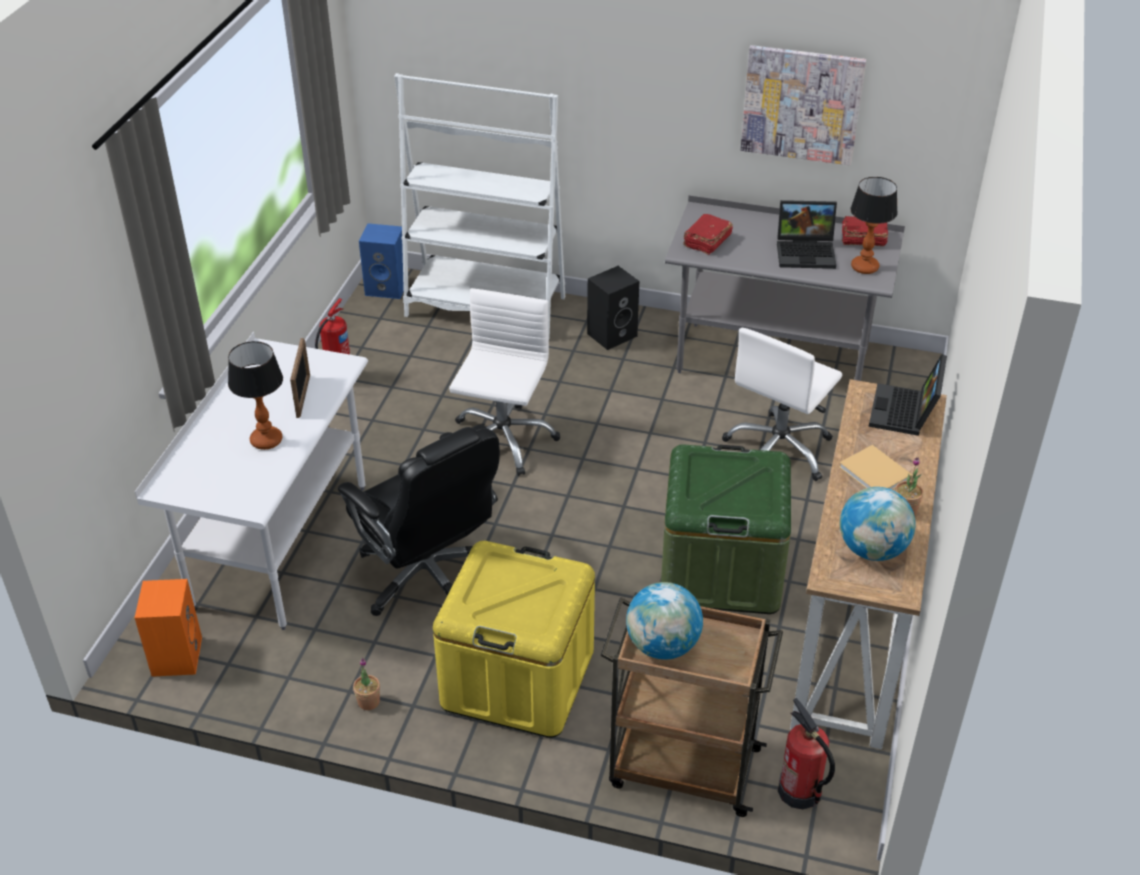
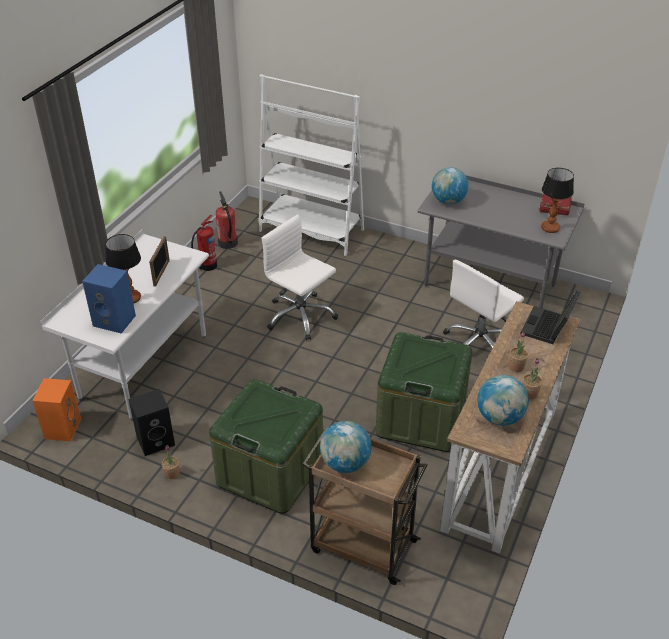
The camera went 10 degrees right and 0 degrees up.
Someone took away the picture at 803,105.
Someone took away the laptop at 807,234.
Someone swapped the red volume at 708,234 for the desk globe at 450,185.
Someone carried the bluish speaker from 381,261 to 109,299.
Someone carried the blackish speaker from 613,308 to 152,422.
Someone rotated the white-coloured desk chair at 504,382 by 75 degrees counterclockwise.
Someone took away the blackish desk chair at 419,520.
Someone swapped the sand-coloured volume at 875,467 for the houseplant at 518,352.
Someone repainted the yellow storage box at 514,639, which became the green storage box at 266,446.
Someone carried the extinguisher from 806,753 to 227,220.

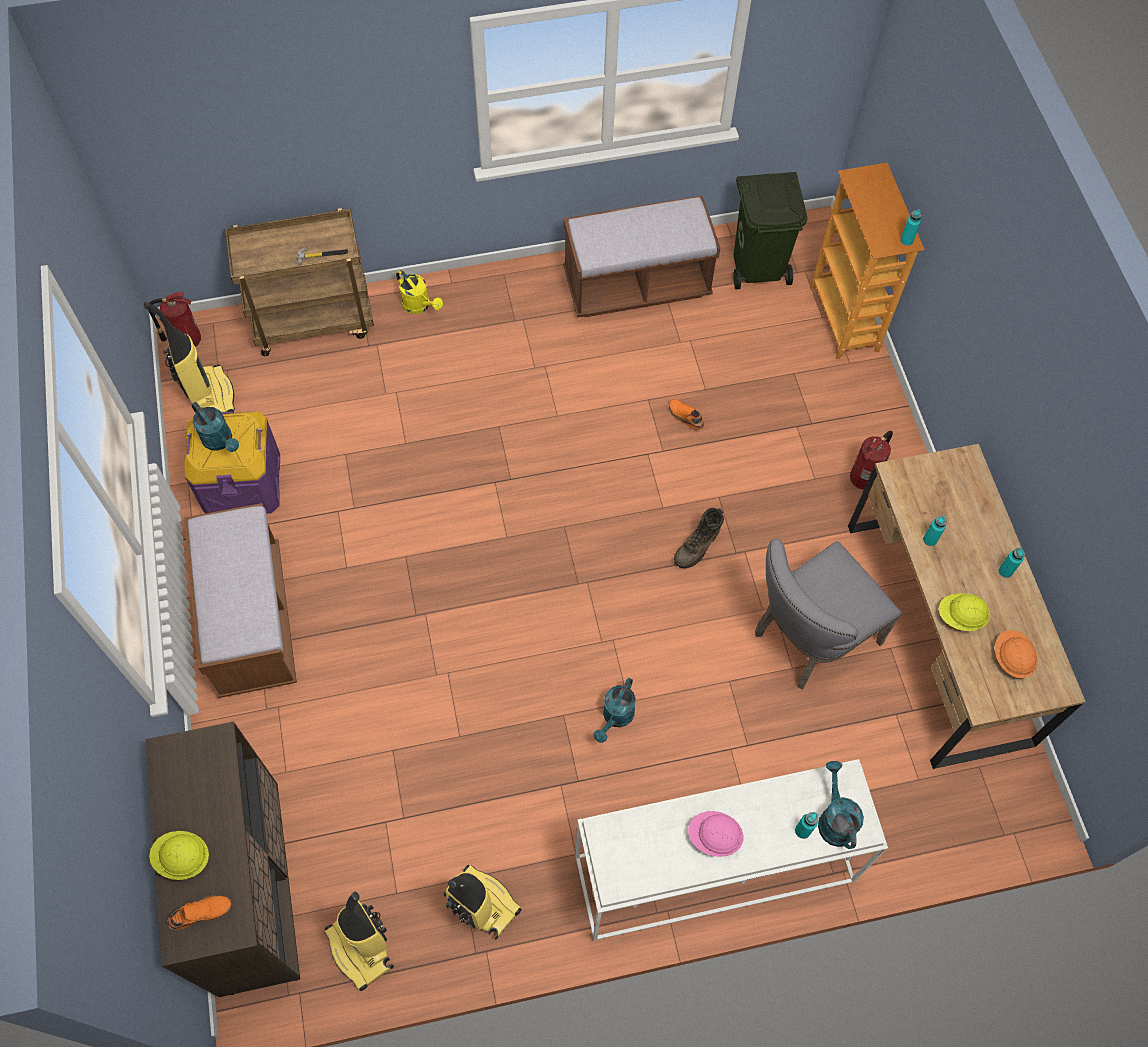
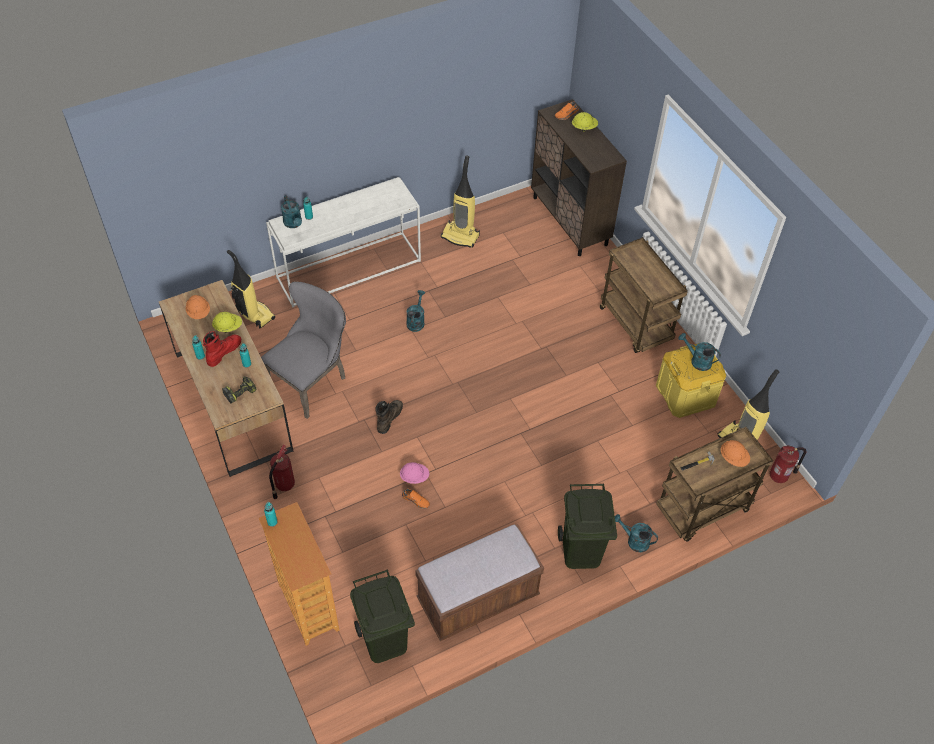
The camera went 165 degrees right and 10 degrees down.
Someone repainted the yellow sprinkling can at 419,292, which became the blue-green sprinkling can at 636,533.
Someone repainted the purple-coloured storage box at 232,462, which became the yellow storage box at 691,380.
Someone swapped the brown long seat at 240,600 for the brown wheeled cart at 644,295.
Someone carried the pink-coloured hard hat from 716,834 to 415,473.
Someone carried the vacuum from 359,941 to 251,289.
Someone put down the red tall boot at 222,349.
Someone put down the power drill at 239,390.
Someone put down the orange hard hat at 735,453.
Someone put down the green rubbish bin at 587,526.

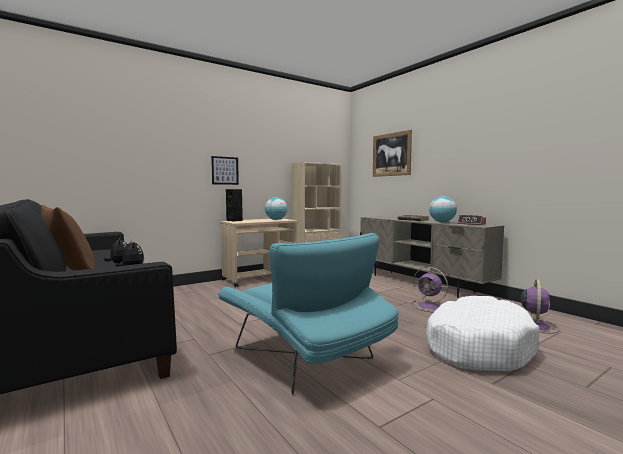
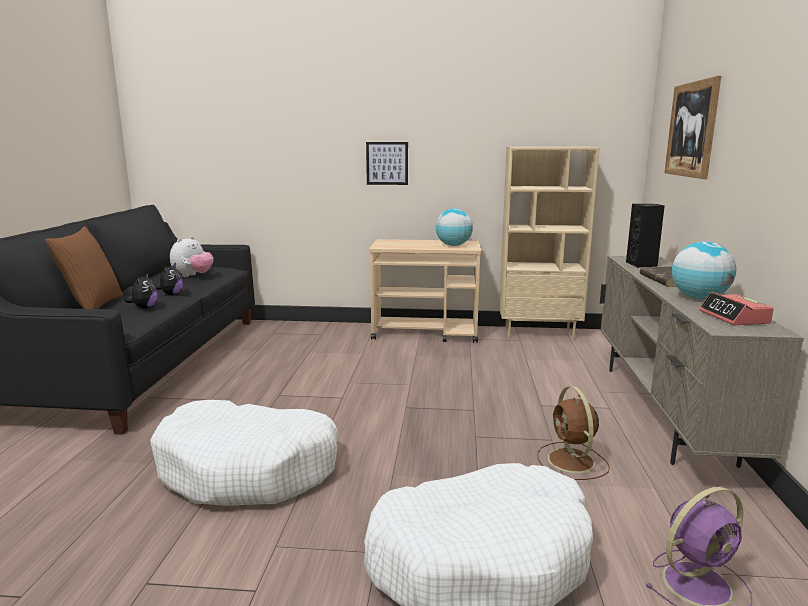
The camera went 40 degrees right and 10 degrees up.
Someone carried the blackish speaker from 234,205 to 645,236.
Someone swapped the blue-green lounge chair at 308,313 for the white-coloured pet bed at 244,453.
Someone repainted the purple-coloured cooling fan at 429,290, which became the brown cooling fan at 573,433.
Someone put down the plush toy at 192,256.

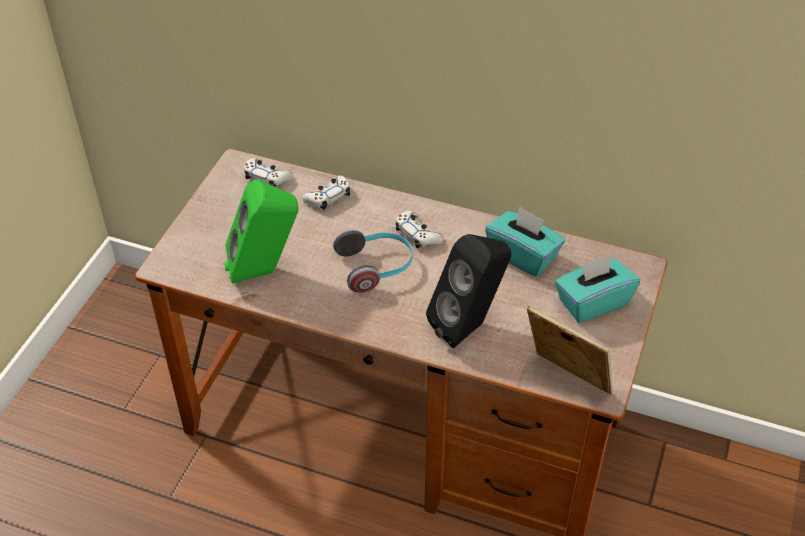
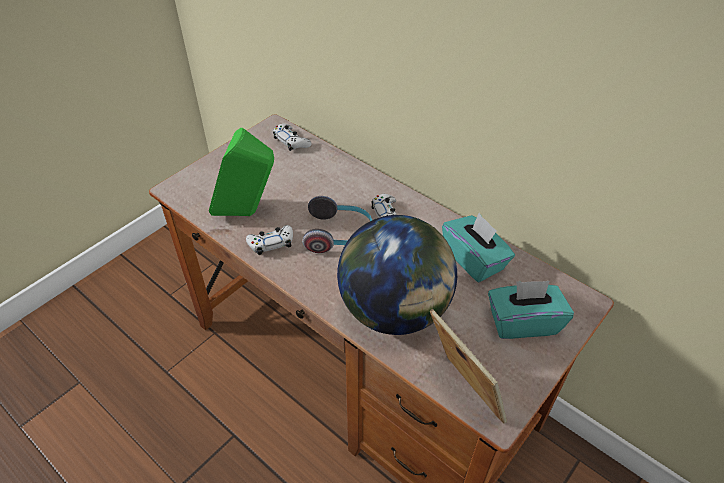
The camera went 20 degrees right and 0 degrees up.
Someone carried the white-coloured gamepad from 326,193 to 269,240.
Someone swapped the blackish speaker at 468,291 for the desk globe at 397,275.

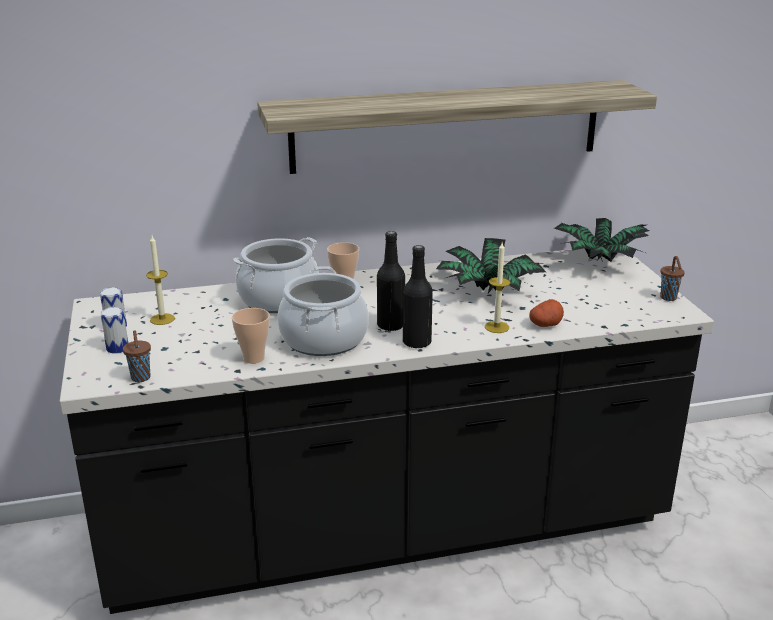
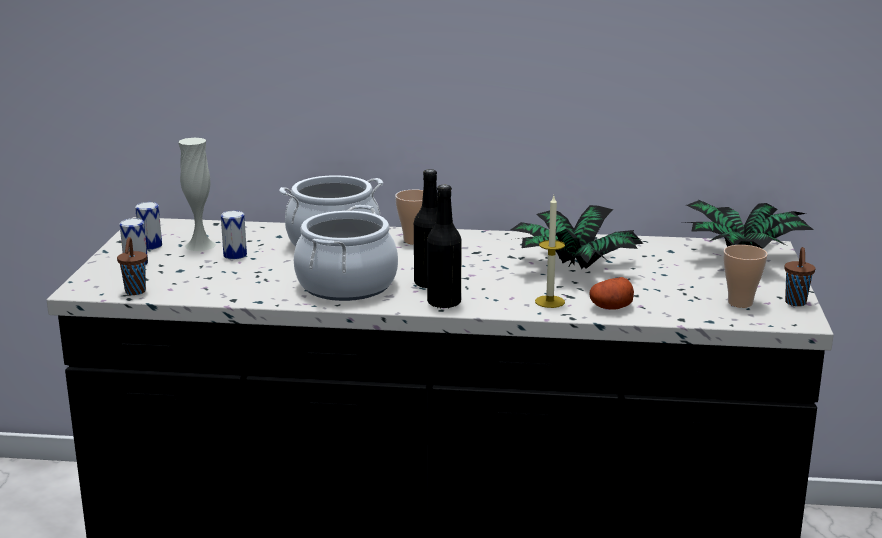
The camera went 20 degrees right and 5 degrees down.
Someone took away the wall shelf at 457,127.
Someone swapped the wax light at 160,280 for the white-coloured decorative vase at 197,194.
Someone carried the small cup from 251,336 to 745,276.
Someone put down the sealed can at 234,234.

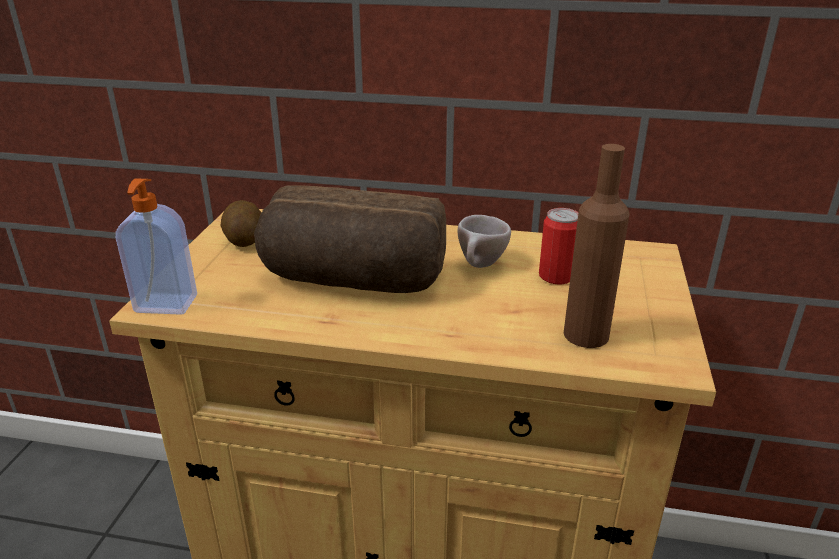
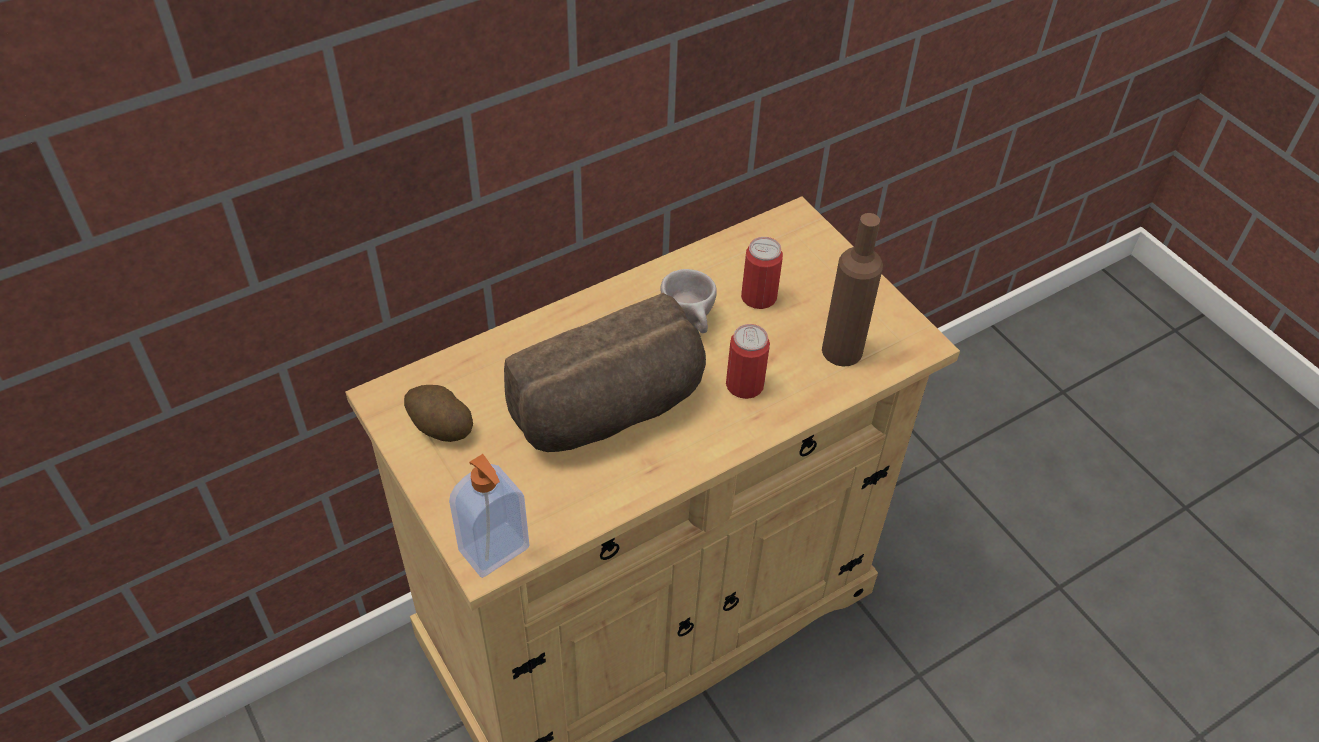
The camera went 45 degrees left and 20 degrees up.
Someone put down the sealed can at 748,361.

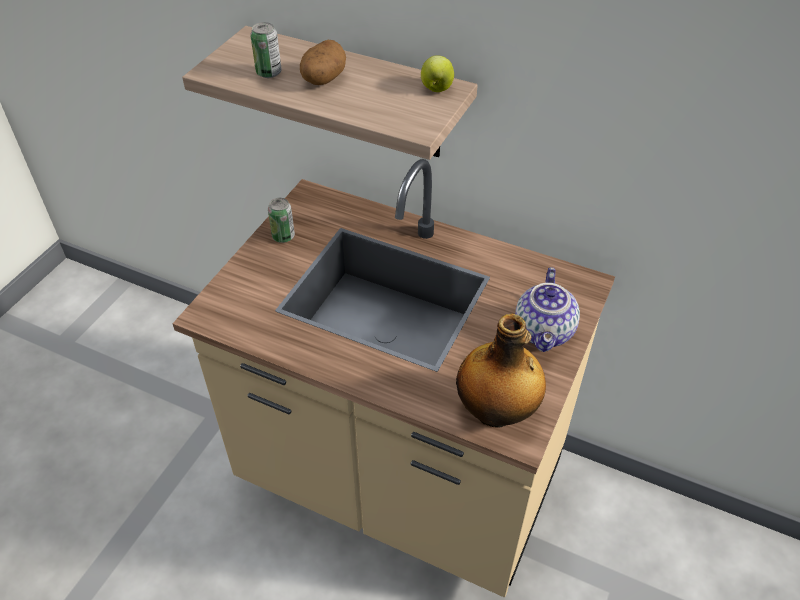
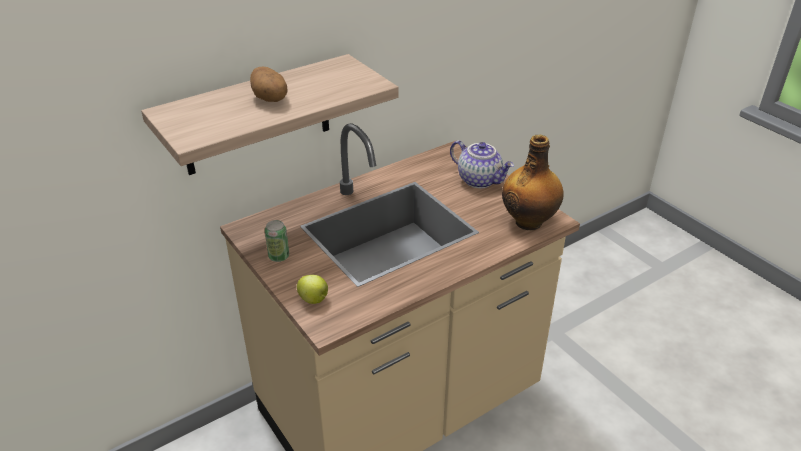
The camera went 60 degrees left and 10 degrees down.
Someone took away the sealed can at 266,50.
Someone carried the apple fruit from 437,74 to 312,289.

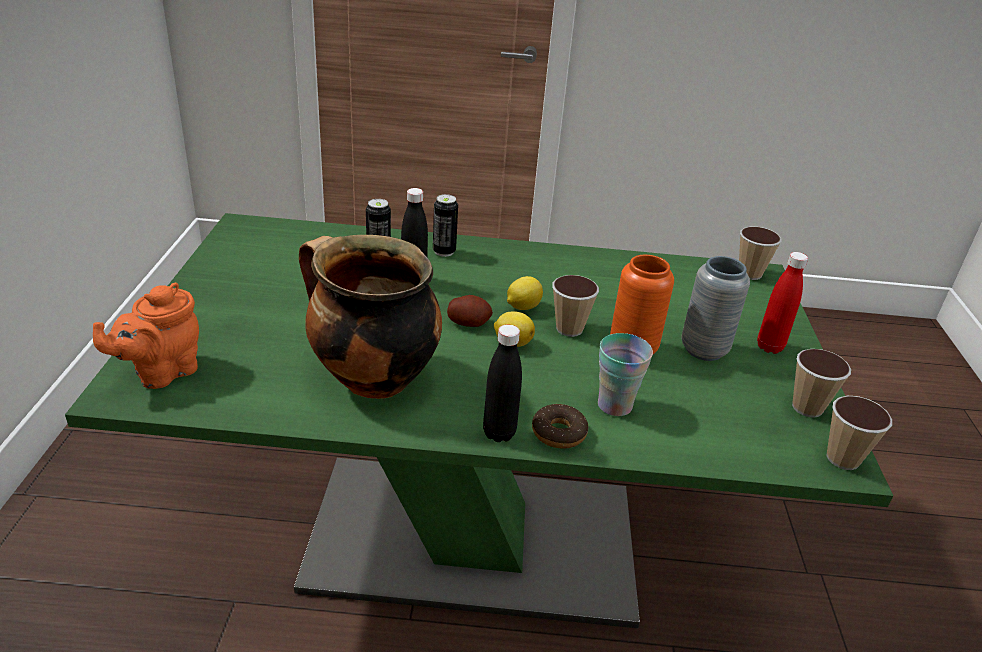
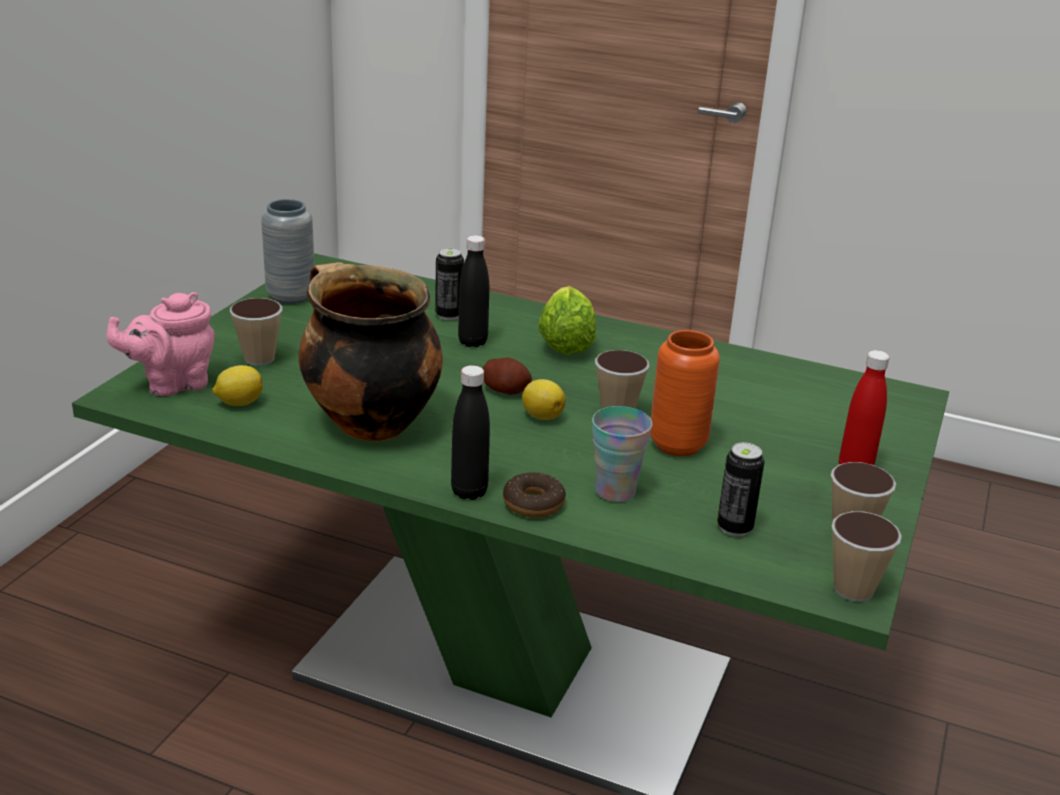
The camera went 20 degrees right and 5 degrees down.
Someone carried the sealed can from 445,225 to 741,489.
Someone carried the small cup from 760,253 to 256,332.
Someone carried the gray decorative vase from 716,308 to 287,251.
Someone carried the whole lemon from 525,293 to 237,385.
Someone repainted the orange teapot at 146,336, which became the pink-coloured teapot at 160,344.
Someone put down the head of lettuce at 567,320.

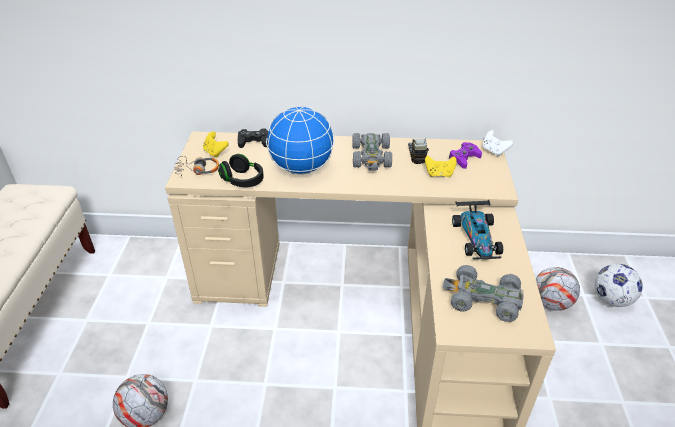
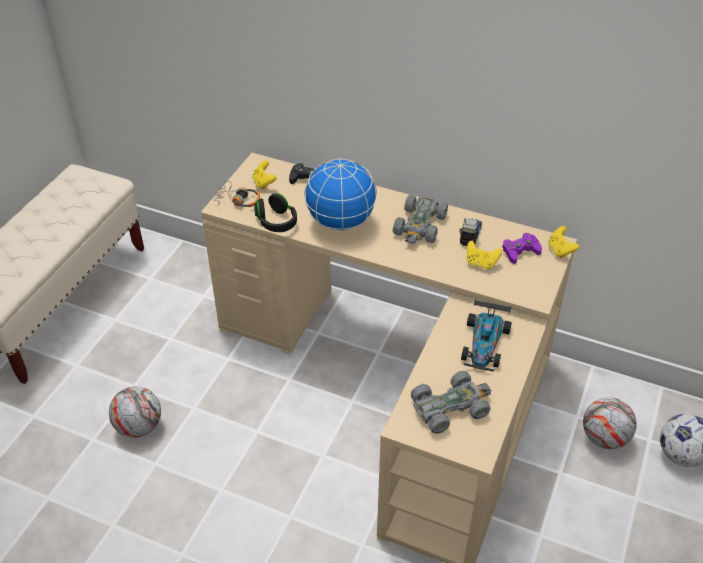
The camera went 20 degrees right and 5 degrees up.
Someone repainted the white-coloured gamepad at 498,143, which became the yellow gamepad at 564,242.
Someone rotated the gray toy car at 483,293 by 120 degrees clockwise.

